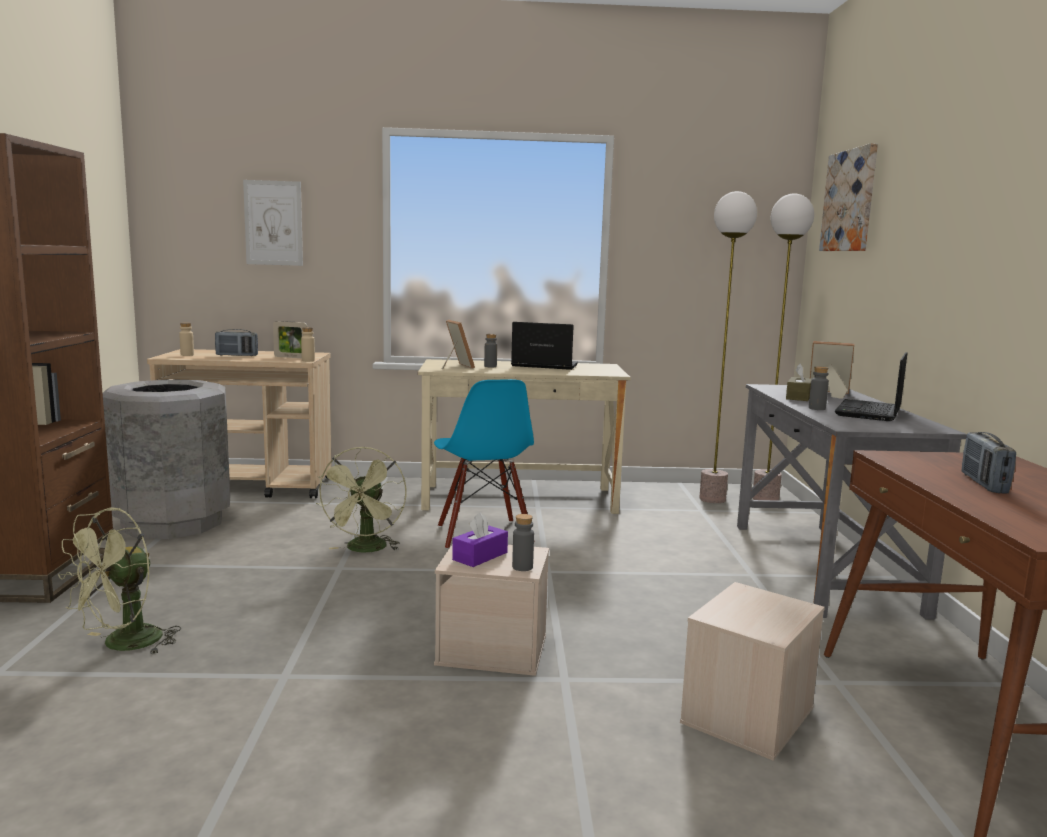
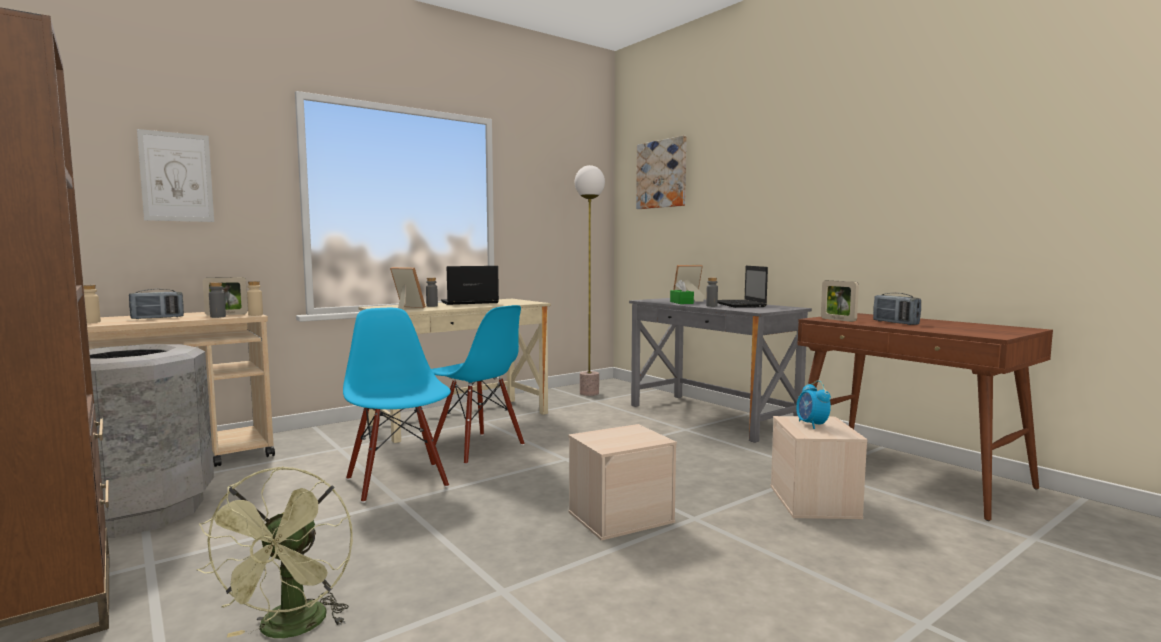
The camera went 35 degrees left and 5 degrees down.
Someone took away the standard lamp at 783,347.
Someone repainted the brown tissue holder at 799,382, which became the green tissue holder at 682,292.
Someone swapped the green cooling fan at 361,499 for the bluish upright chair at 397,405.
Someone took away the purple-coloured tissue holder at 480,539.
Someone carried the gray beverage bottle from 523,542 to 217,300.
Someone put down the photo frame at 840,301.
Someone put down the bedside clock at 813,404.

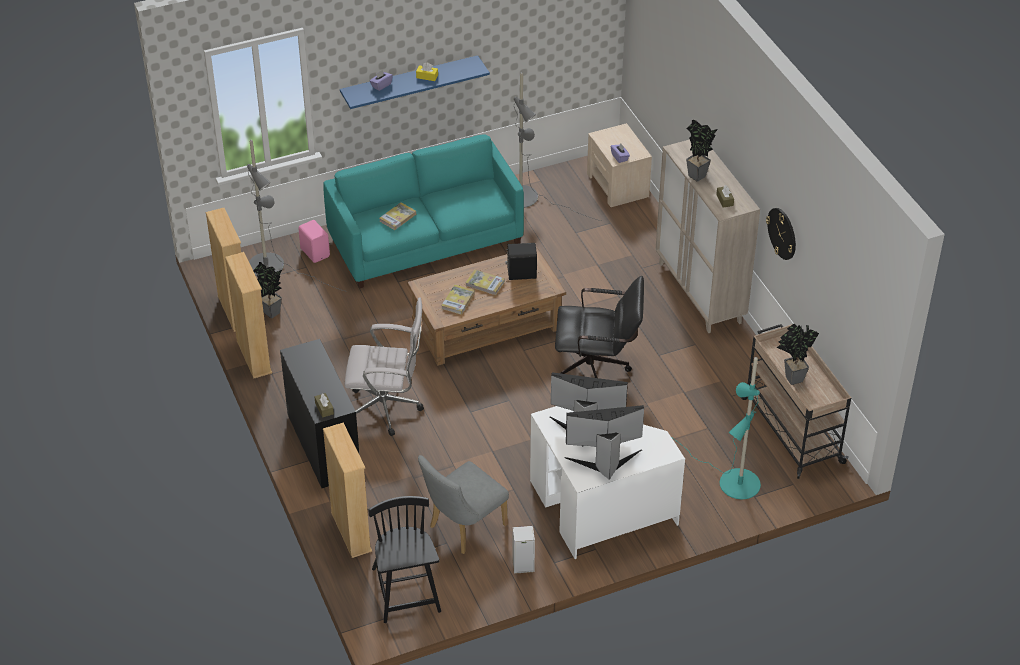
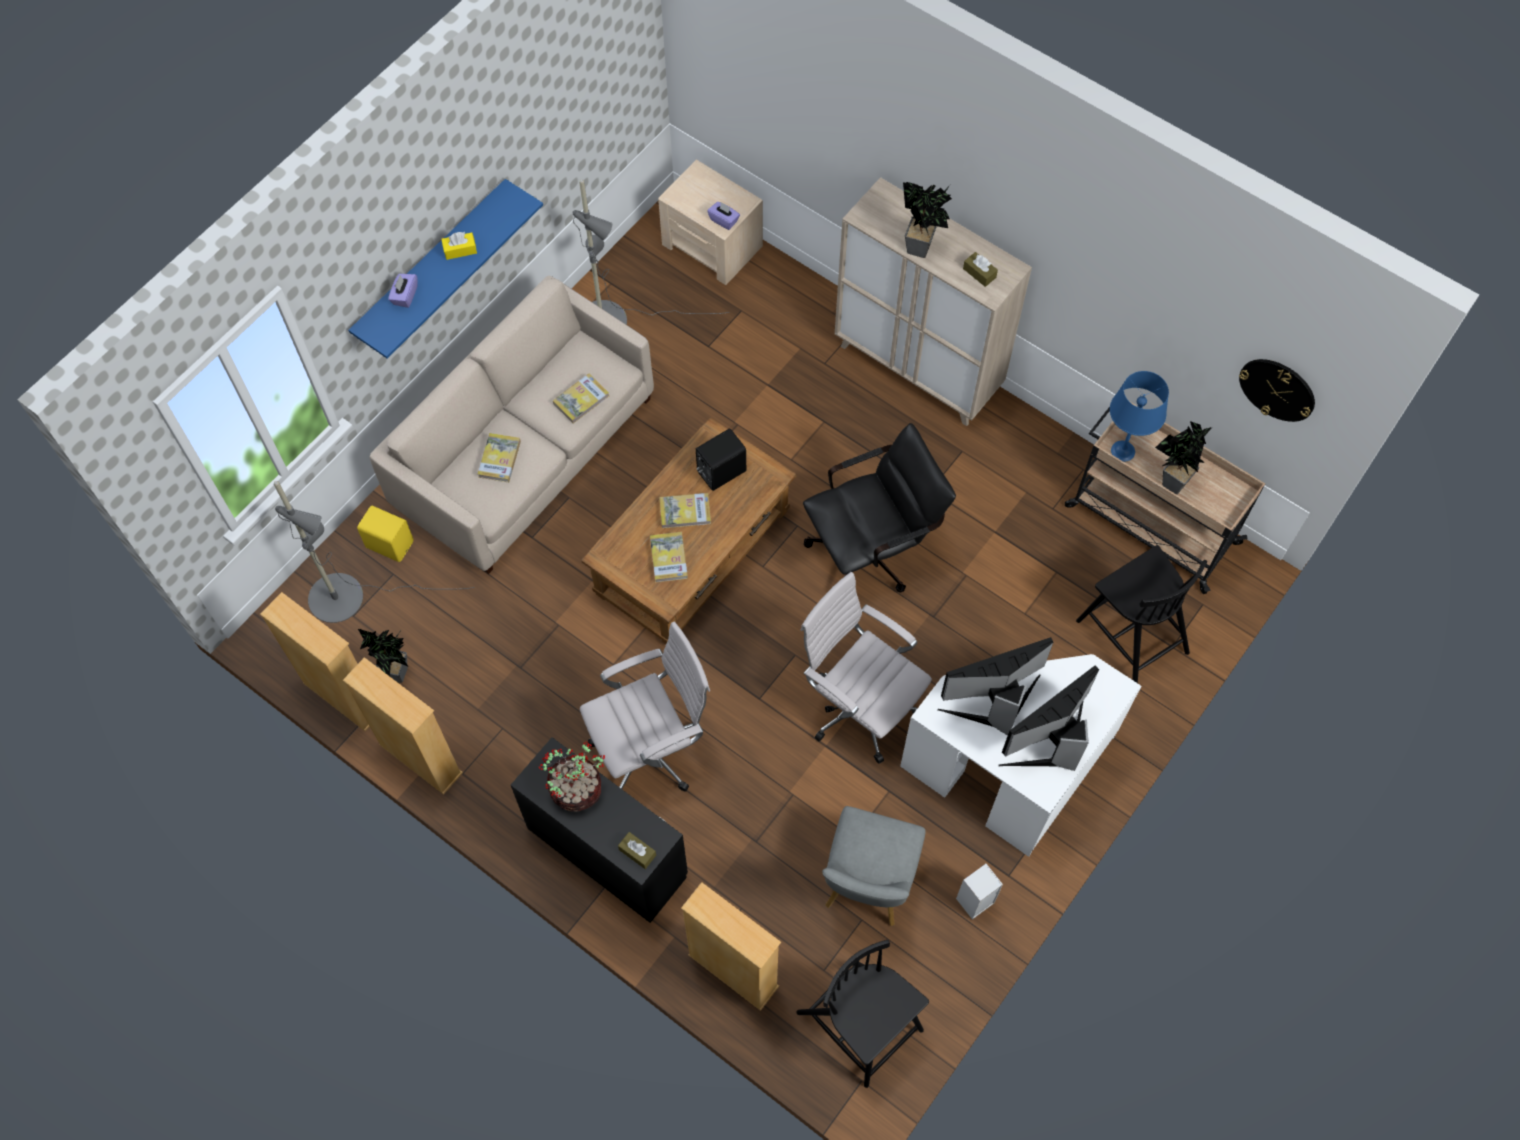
The camera went 30 degrees left and 20 degrees up.
Someone repainted the blue-green settee at 423,212, which became the sand-coloured settee at 512,425.
Someone carried the clock on the wall from 781,234 to 1277,390.
Someone repainted the pink-coloured speaker at 314,241, which became the yellow speaker at 385,534.
Someone swapped the blue-green standard lamp at 716,428 for the blackish upright chair at 1141,614.
Someone put down the bluish lamp for a table at 1139,416.
Someone put down the volume at 581,399.
Someone put down the white-coloured desk chair at 866,668.
Someone put down the houseplant at 572,776.

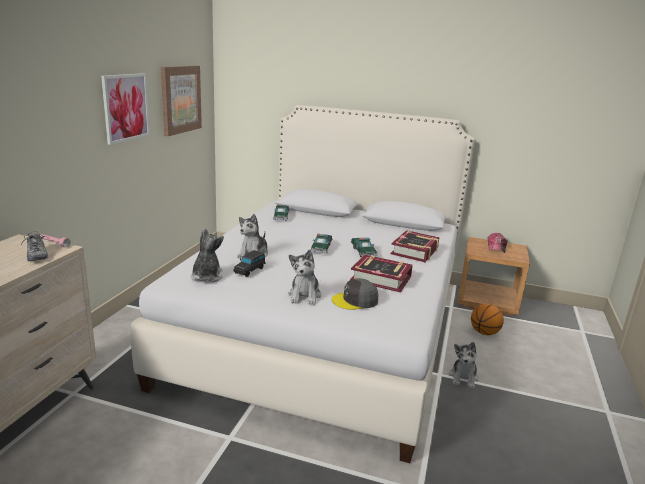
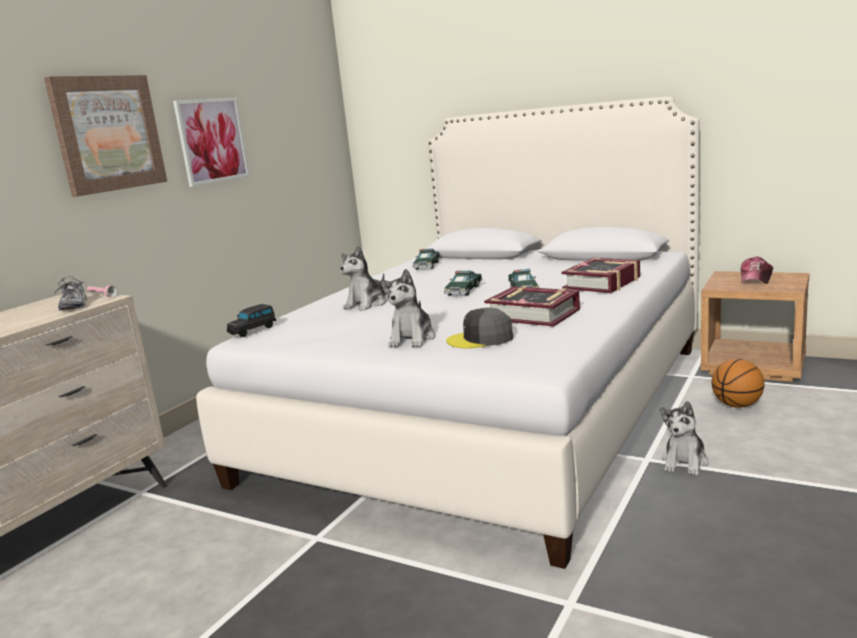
The camera went 15 degrees right and 5 degrees down.
Someone carried the picture from 181,101 to 105,136.
Someone took away the plush toy at 207,255.
Someone carried the blackish toy car from 250,263 to 251,320.

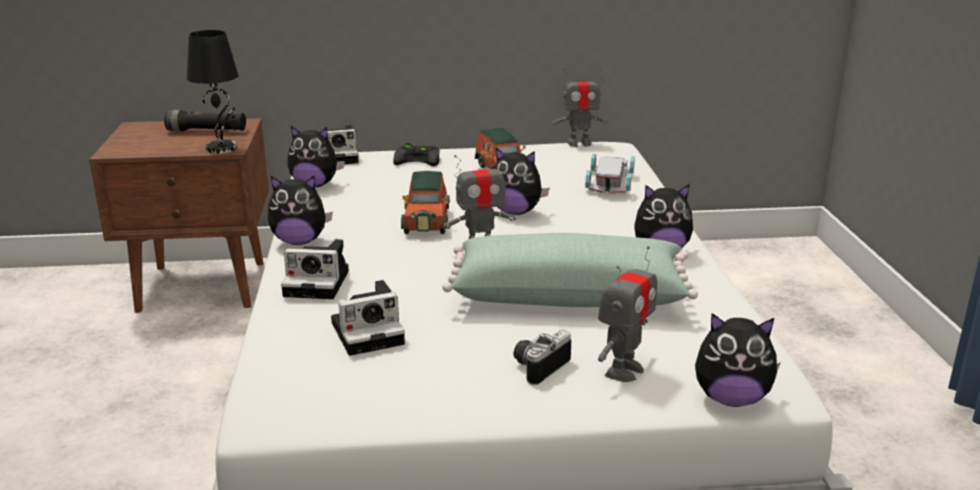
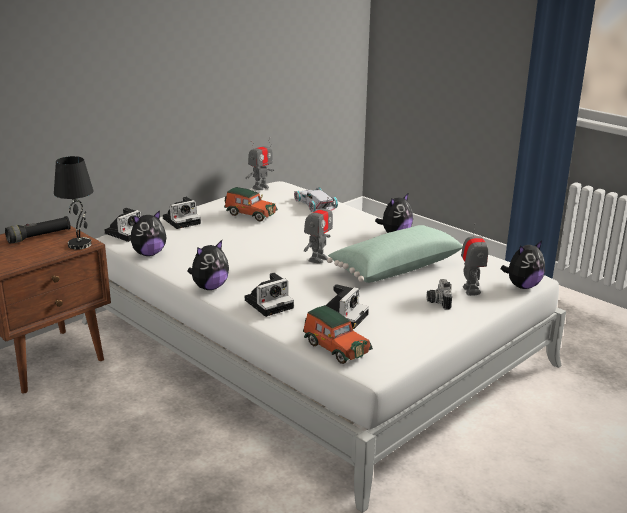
The camera went 40 degrees left and 0 degrees up.
Someone swapped the blackish gamepad at 416,154 for the photo camera at 182,213.
Someone took away the plush toy at 522,181.
Someone carried the toy car from 425,202 to 338,334.

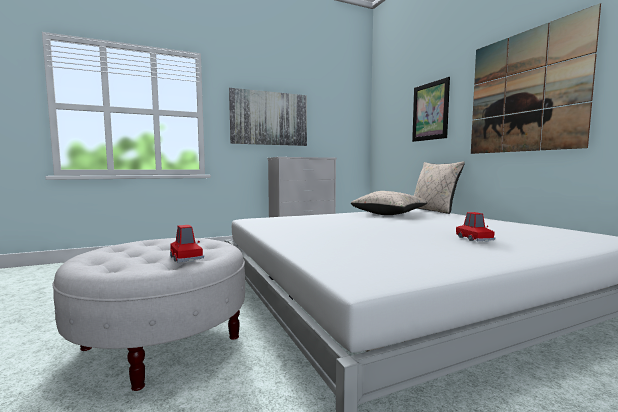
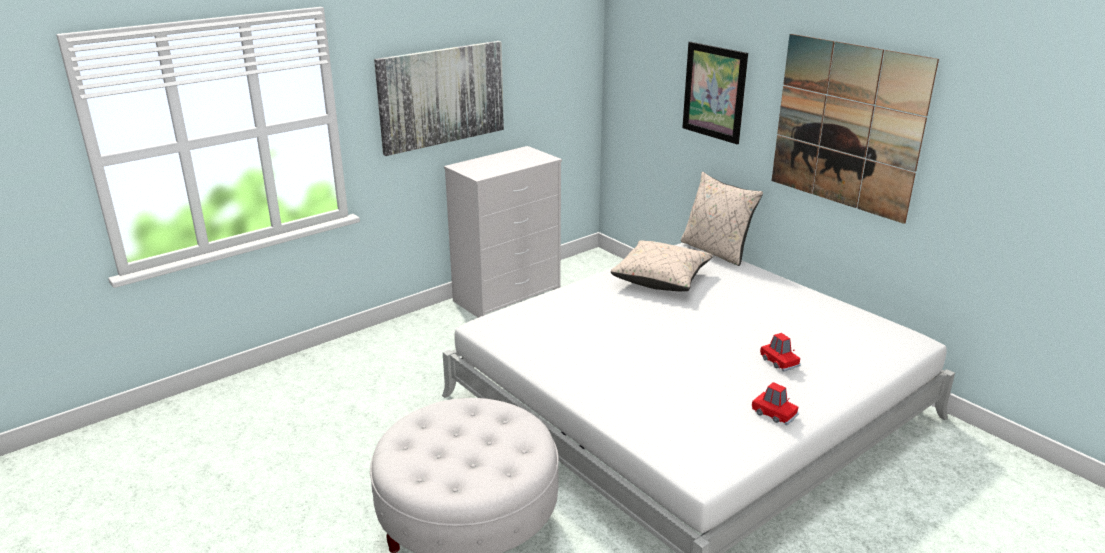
The camera went 15 degrees left and 20 degrees up.
Someone carried the red toy car from 187,244 to 775,404.

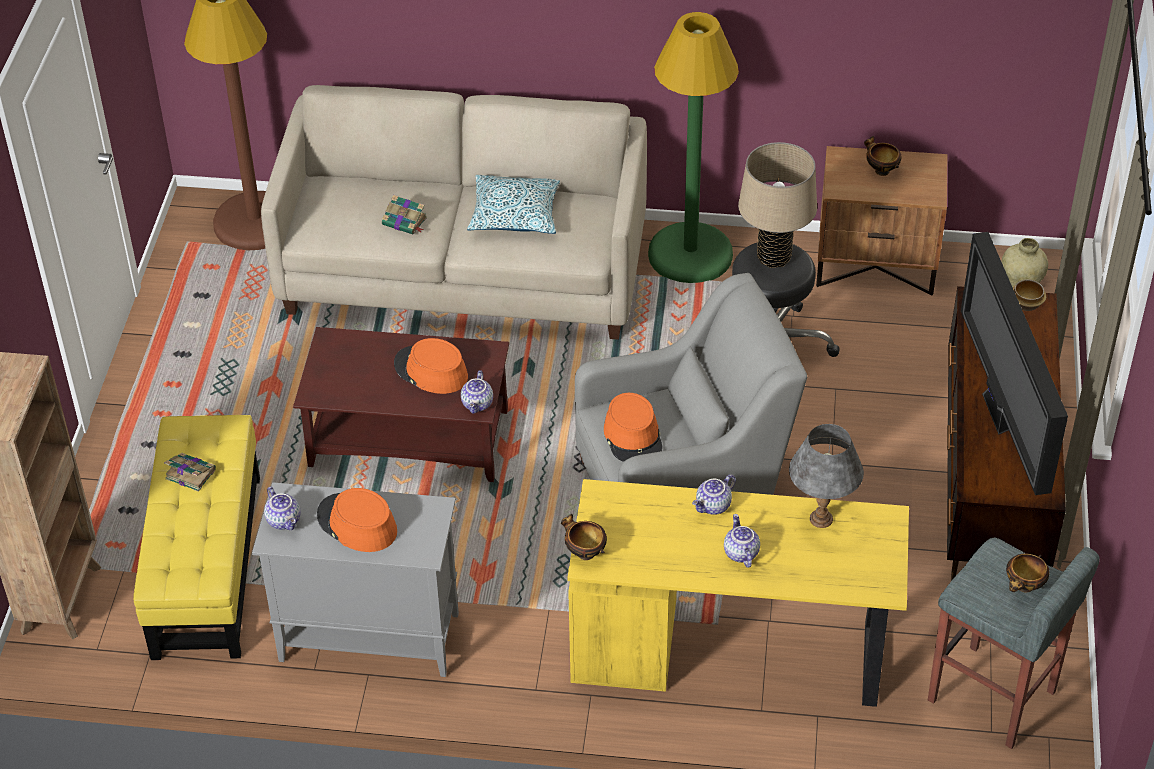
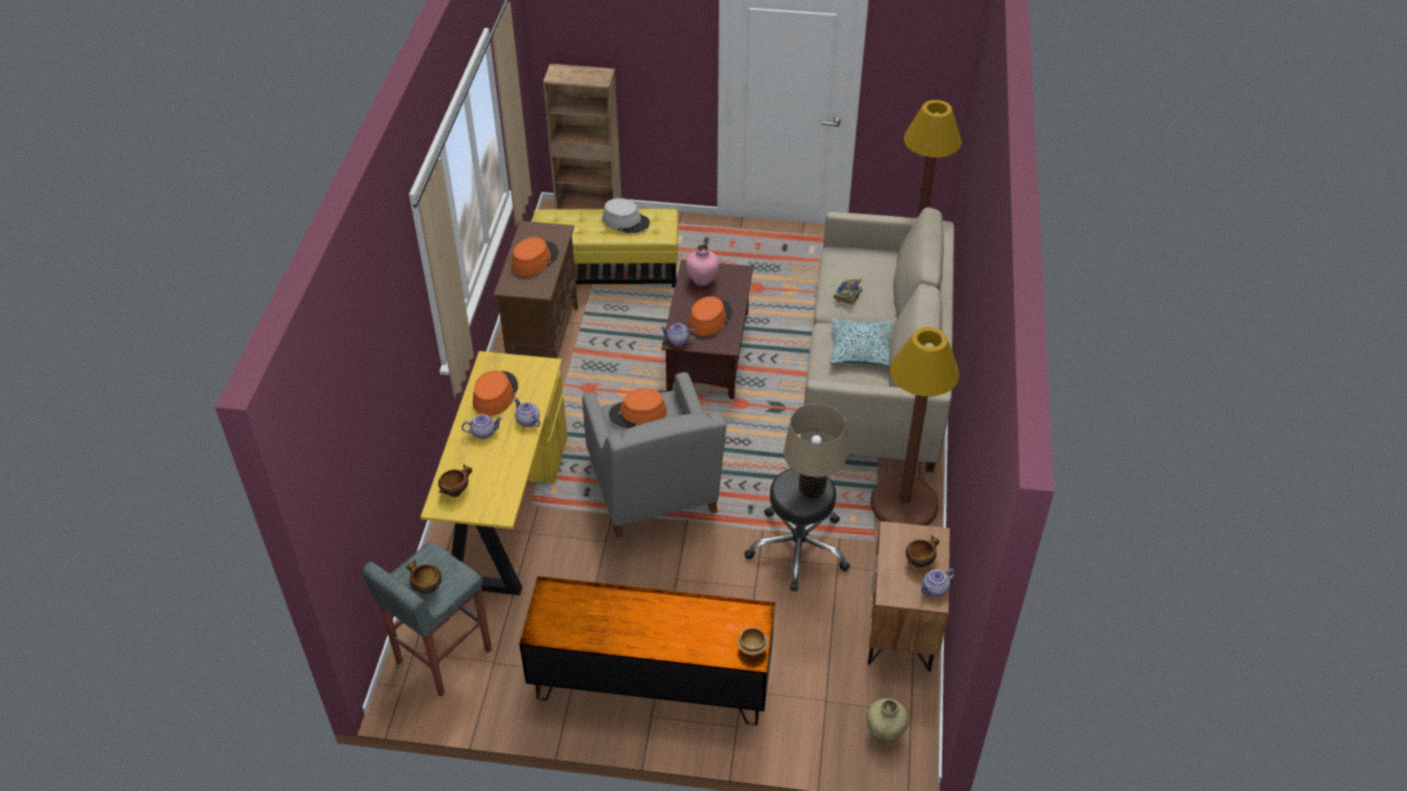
The camera went 90 degrees right and 0 degrees up.
Someone repainted the green standard lamp at 693,147, which became the brown standard lamp at 914,426.
Someone took away the TV at 1014,363.
Someone took away the gray lamp for a table at 826,476.
Someone swapped the volume at 190,472 for the gray hat at 626,215.
Someone repainted the gray storage cabinet at 355,579, which became the brown storage cabinet at 536,289.
Someone carried the teapot from 282,508 to 937,583.
Someone carried the serving bowl from 584,537 to 455,480.
Someone put down the pink-coloured decorative vase at 702,265.
Someone put down the orange hat at 495,393.

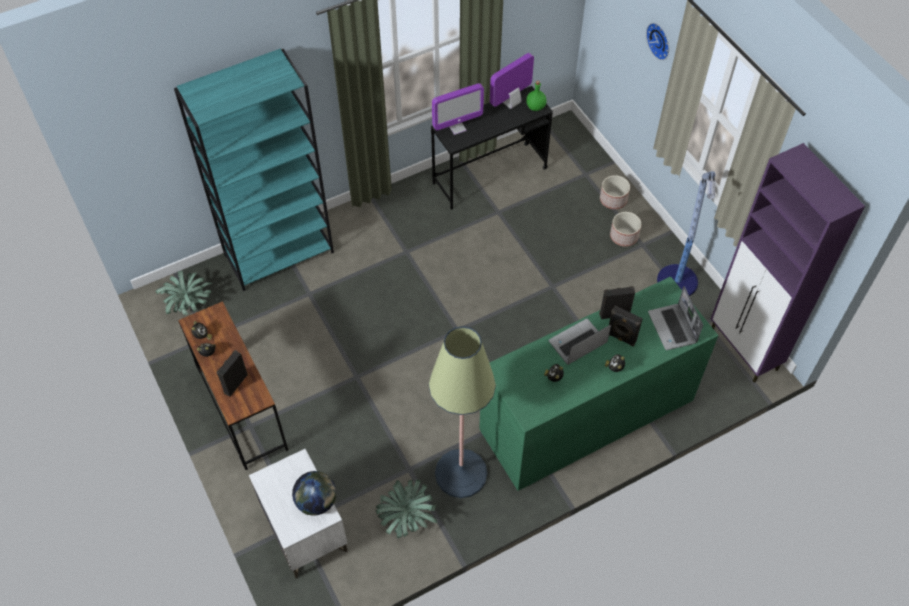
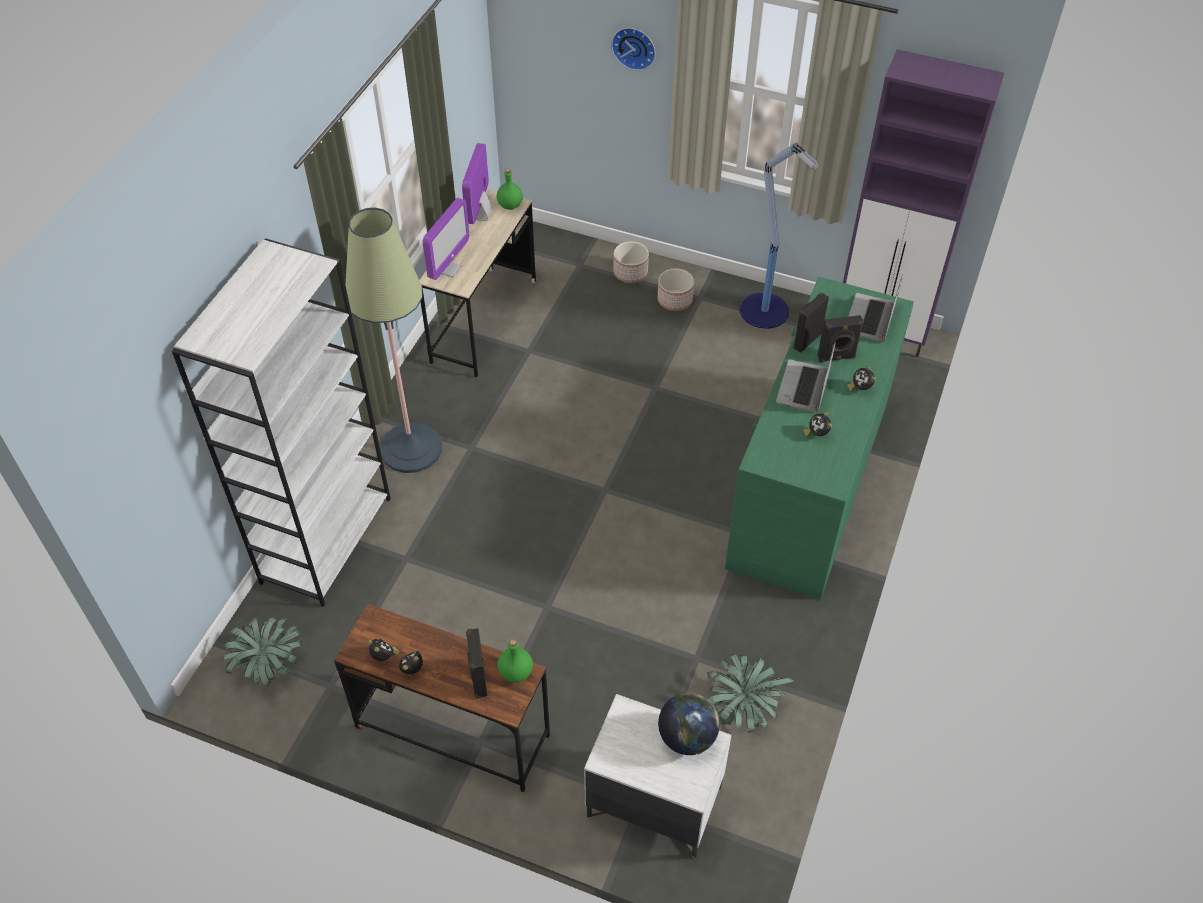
The camera went 40 degrees left and 5 degrees down.
Someone repainted the blue-green bookcase at 254,170, which became the white-coloured bookcase at 281,423.
Someone repainted the blackish desk table at 492,148, which became the sand-coloured desk table at 477,283.
Someone rotated the laptop at 675,318 by 75 degrees clockwise.
Someone carried the standard lamp from 462,412 to 394,340.
Someone put down the green beverage bottle at 515,661.

